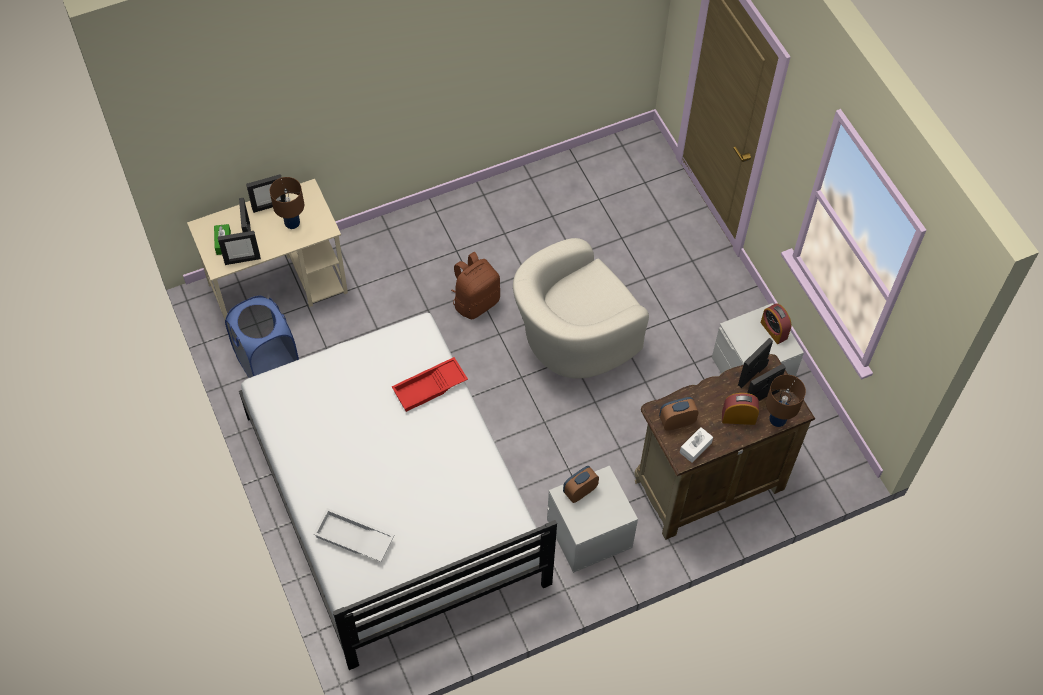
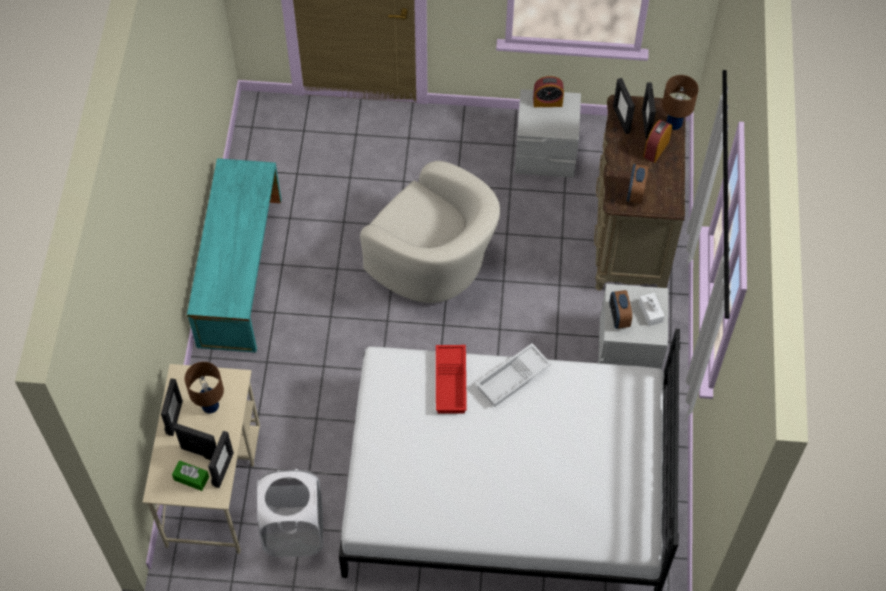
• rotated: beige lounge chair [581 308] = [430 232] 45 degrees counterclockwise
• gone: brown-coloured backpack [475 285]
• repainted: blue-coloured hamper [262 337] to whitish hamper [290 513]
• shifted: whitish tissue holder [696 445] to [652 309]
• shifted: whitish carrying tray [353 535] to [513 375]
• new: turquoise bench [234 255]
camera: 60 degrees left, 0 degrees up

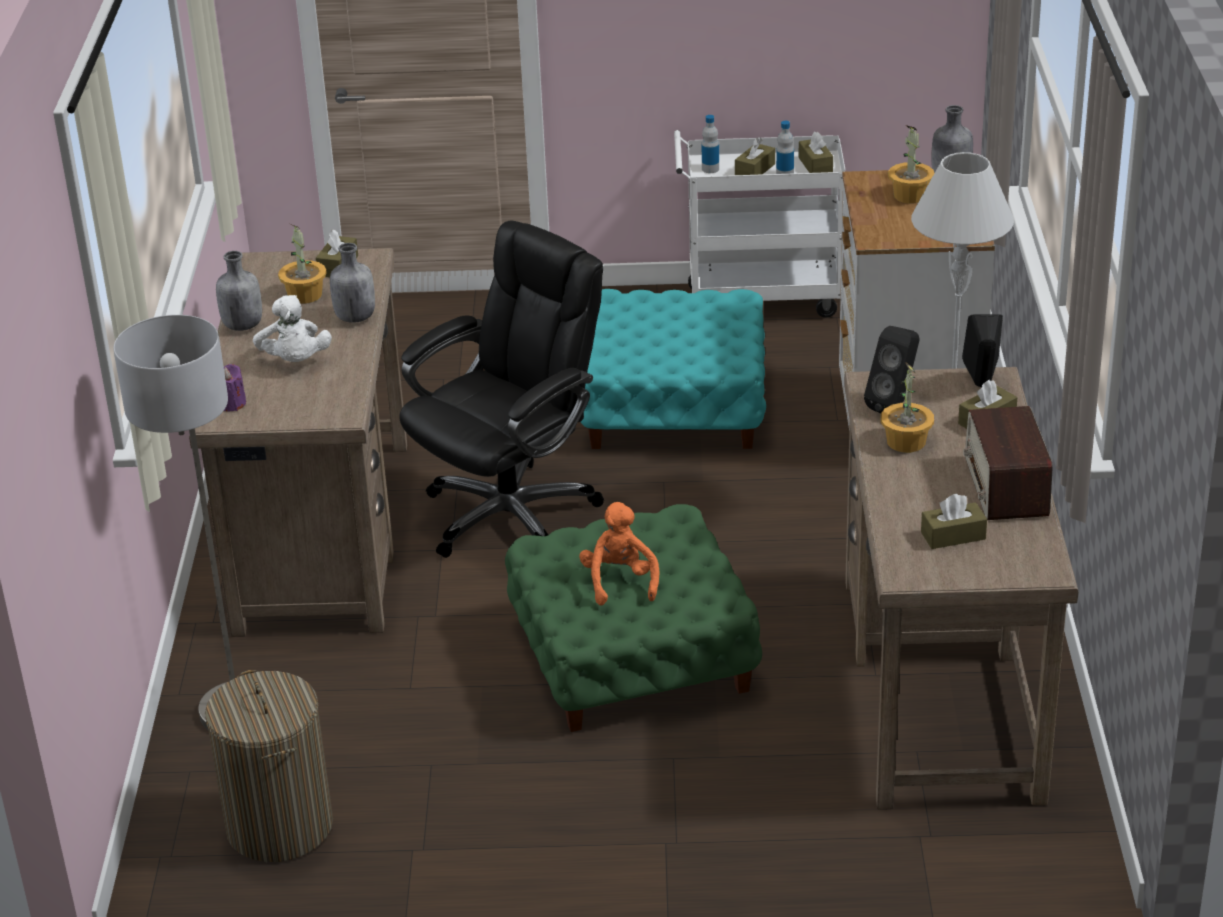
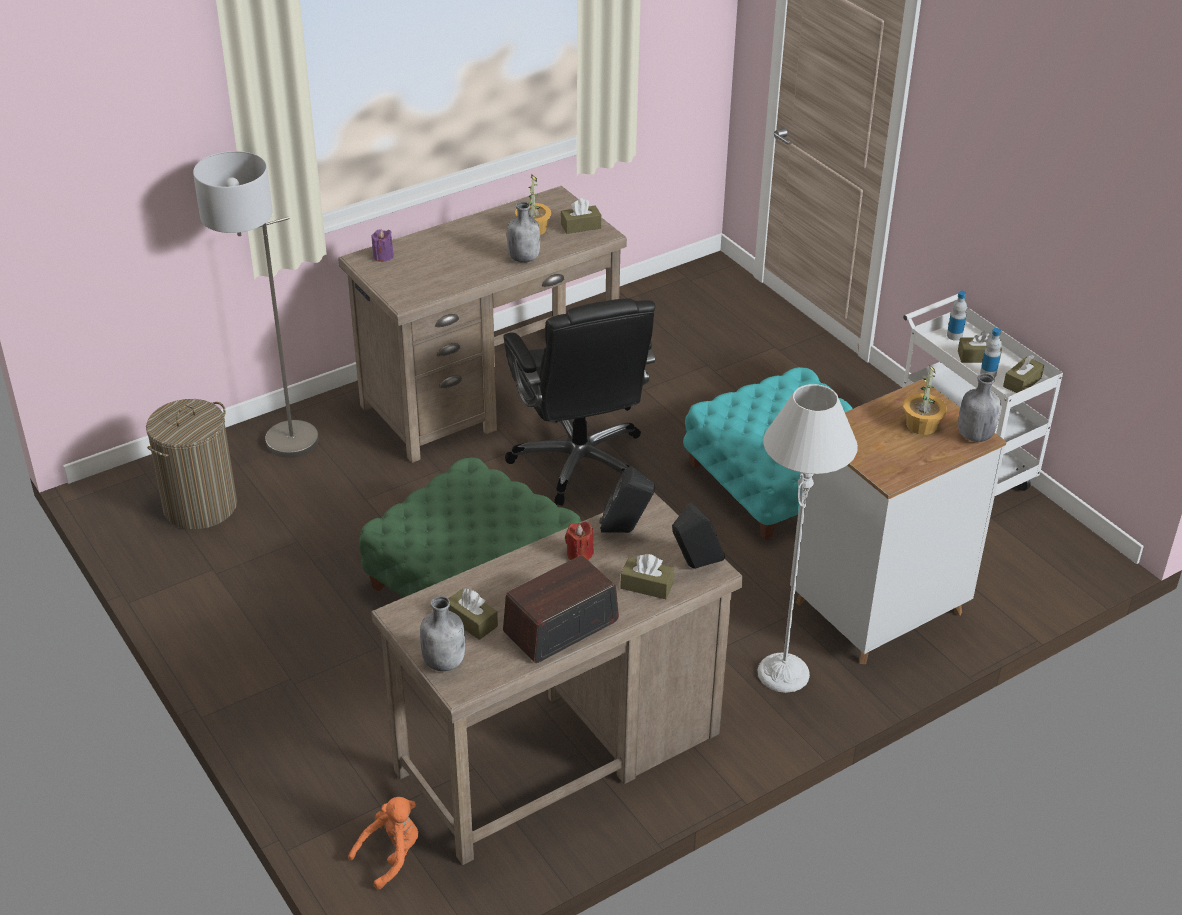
• rotated: black desk chair [501 389] = [579 402] 60 degrees clockwise
• shifted: grey bottle [239 291] to [442 633]
• gone: whitish plush toy [292 328]
• swapped: plant in a pot [907 408] to red-coloured wax candle [579 541]
• shifted: orangey plush toy [619 553] to [383 843]
camera: 55 degrees right, 5 degrees up

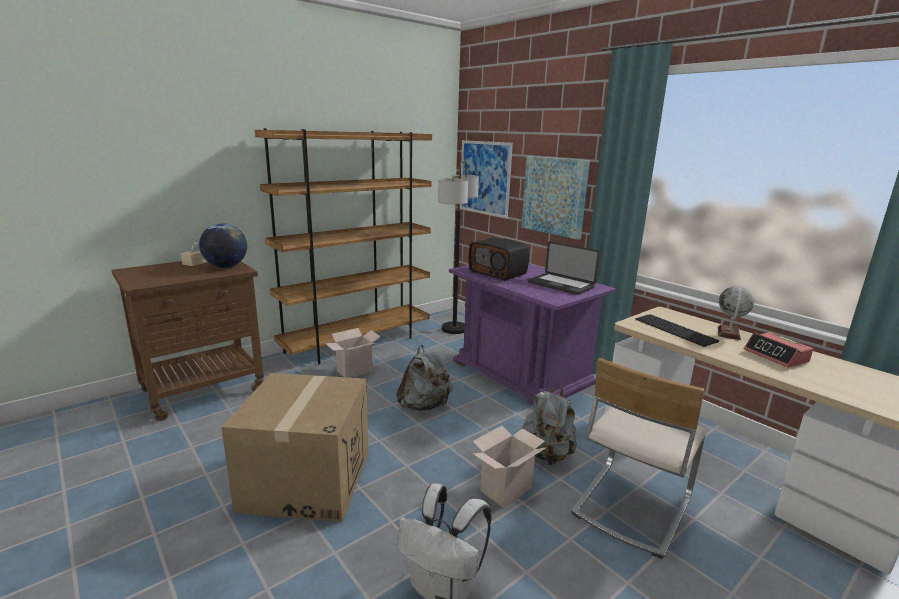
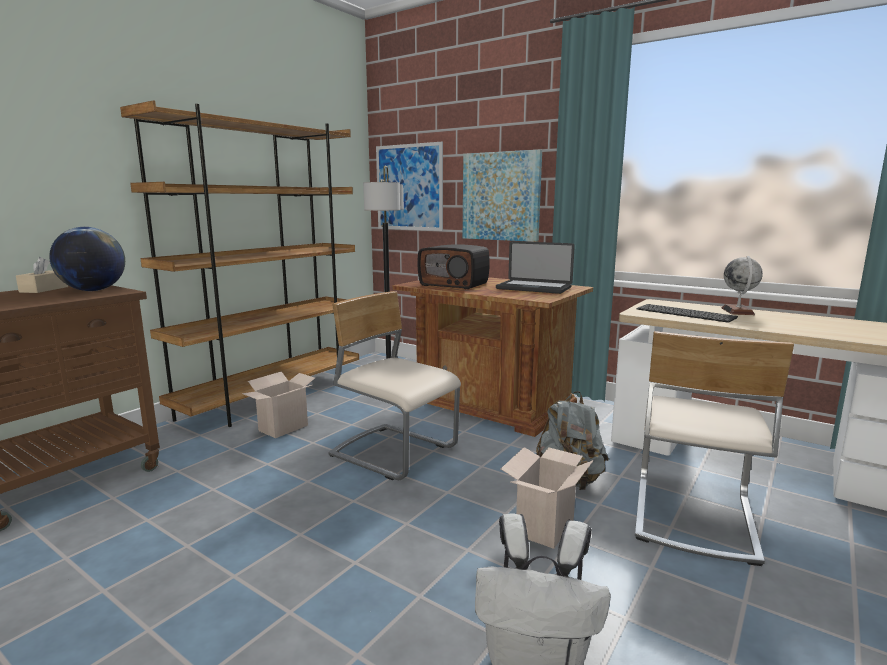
• repainted: purple-coloured storage cabinet [532 335] to brown-coloured storage cabinet [493 357]
• gone: bedside clock [778 349]
• swapped: grey backpack [424 378] to beige upright chair [394 385]
• gone: cardboard box [294 447]
camera: 15 degrees left, 5 degrees down

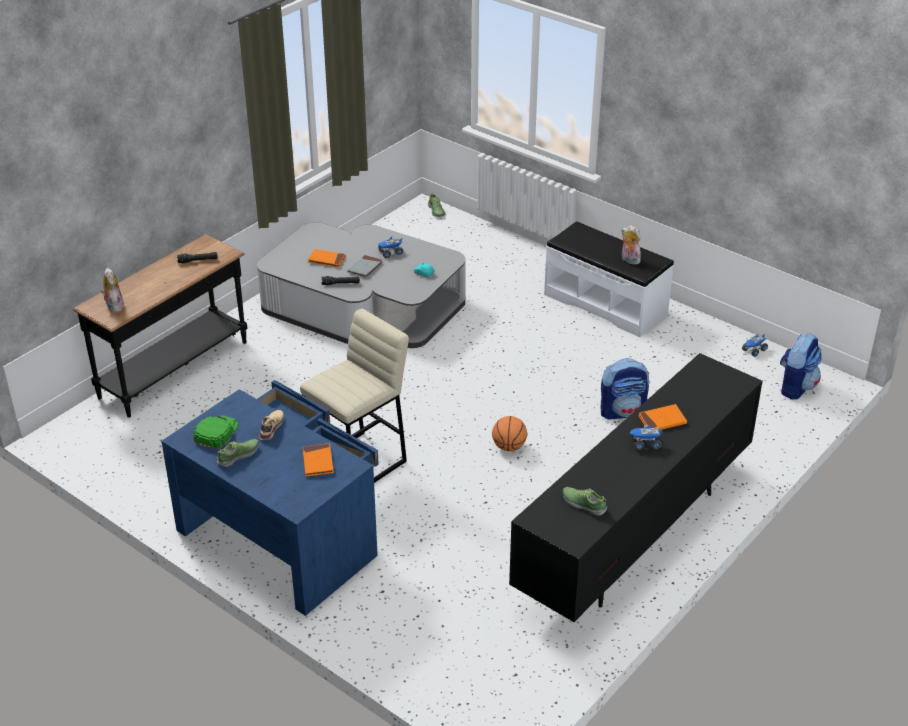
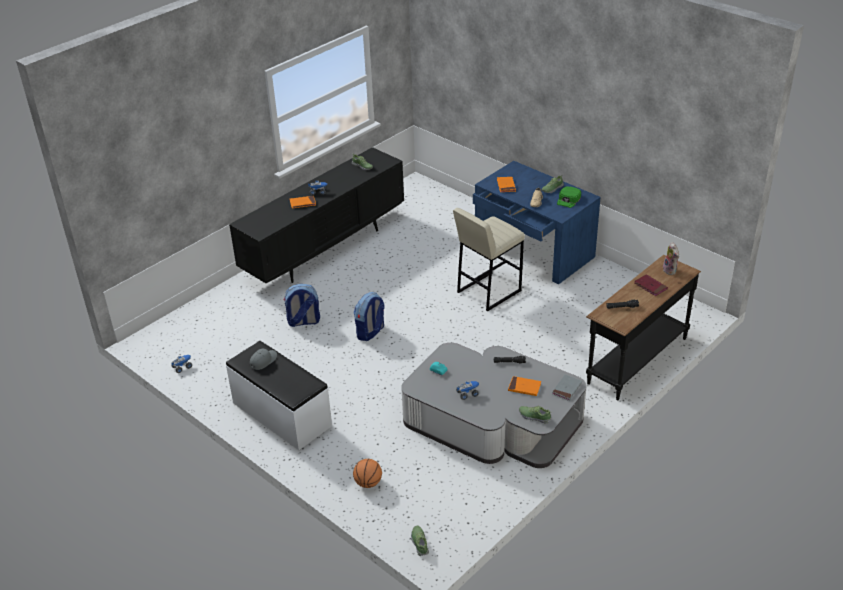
• swapped: plush toy [631 245] to grey peaked cap [263 359]
• shifted: grey bound book [365 266] to [567 387]
• shifted: backpack [801 367] to [369 316]
• shifted: basketball ball [509 433] to [367 473]
• new: red-coloured bound book [651 285]
• new: item of footwear [535 415]
camera: 175 degrees left, 0 degrees up

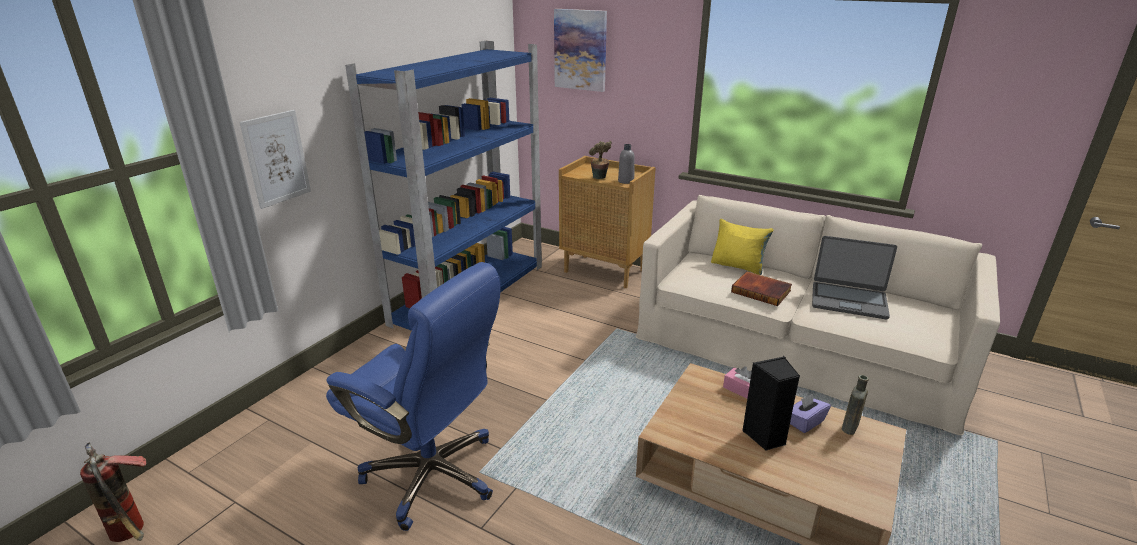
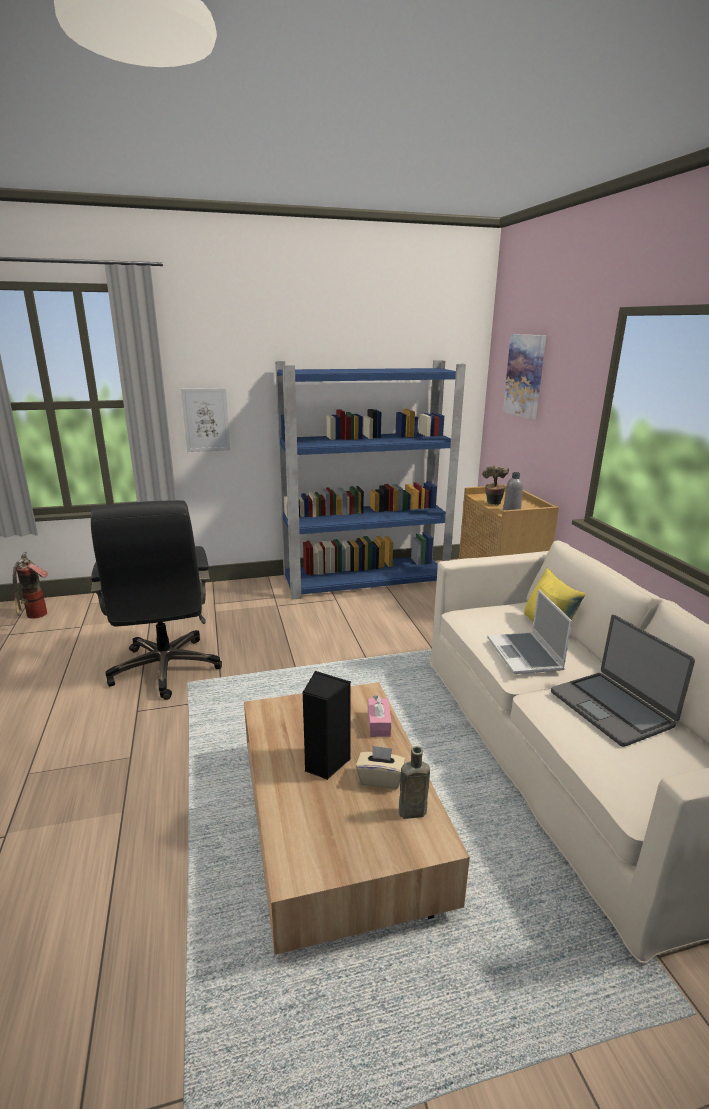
• repainted: blue-coloured desk chair [413 396] to black desk chair [156 600]
• swapped: bound book [761 288] to notebook computer [530 631]
• repainted: purple-coloured tissue holder [810 413] to beige tissue holder [380 767]
camera: 45 degrees right, 5 degrees down

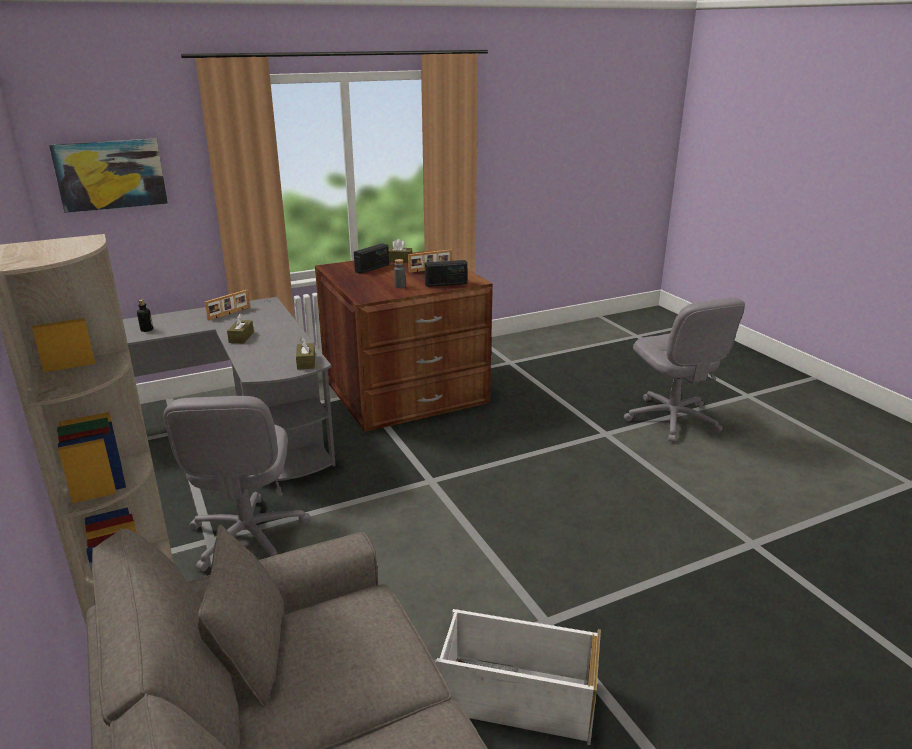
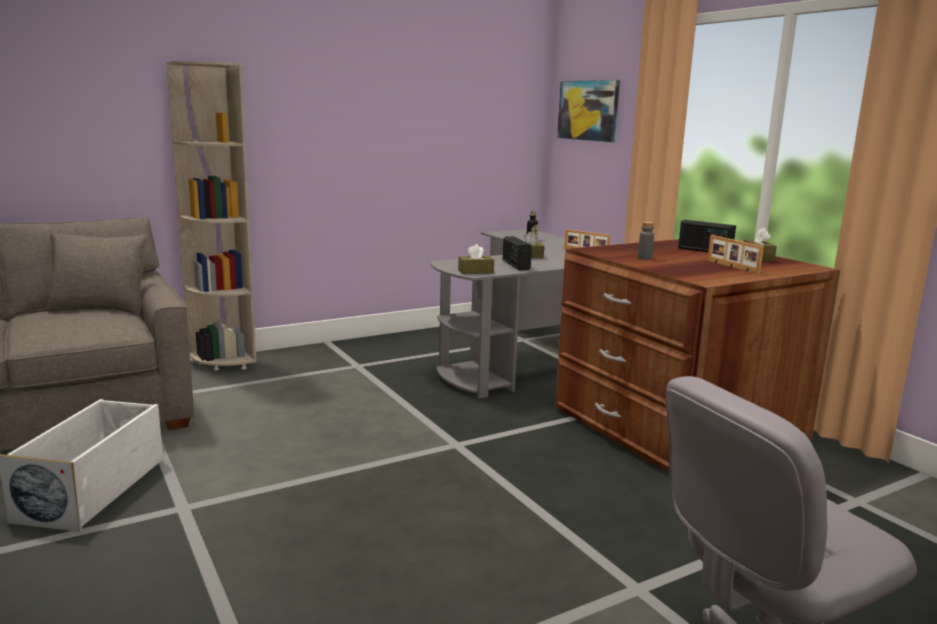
• shifted: radio receiver [446 273] to [517 253]
• gone: grey desk chair [237 484]
camera: 85 degrees right, 10 degrees down

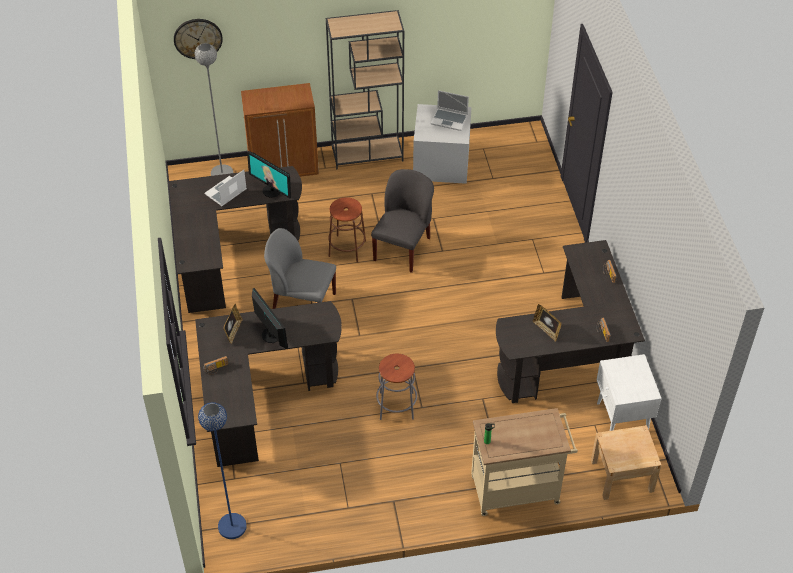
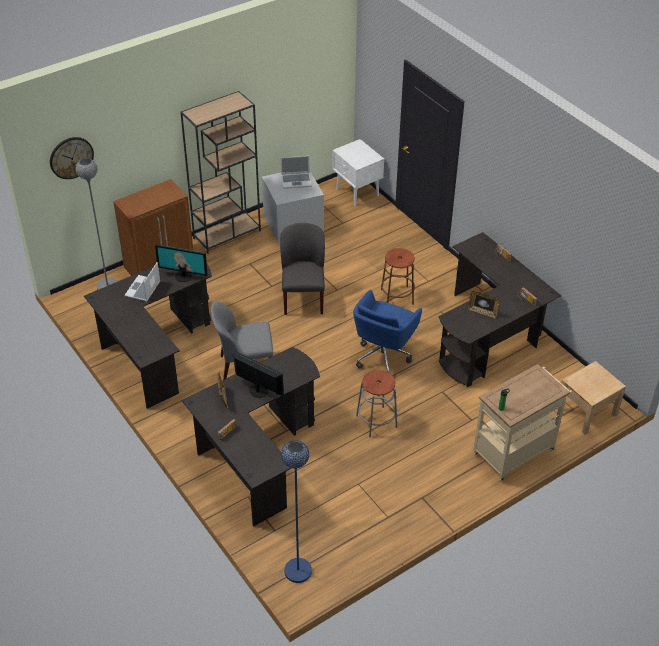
• shifted: brown-coloured stool seat [347 230] to [398 276]
• shifted: whitish bedside table [629 392] to [358 172]
• new: blue-coloured desk chair [387 331]
camera: 25 degrees left, 5 degrees down

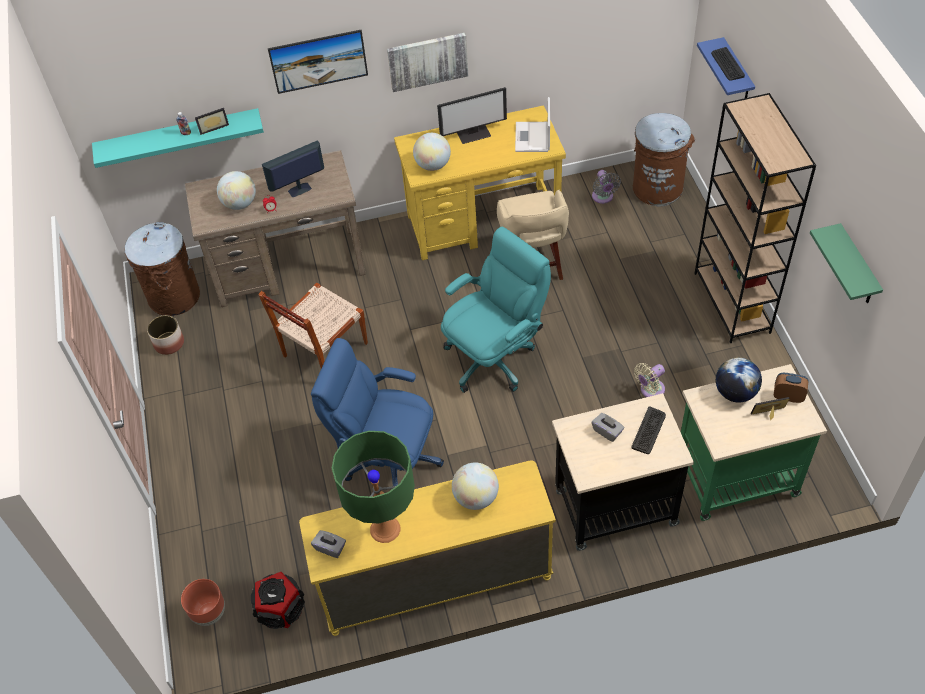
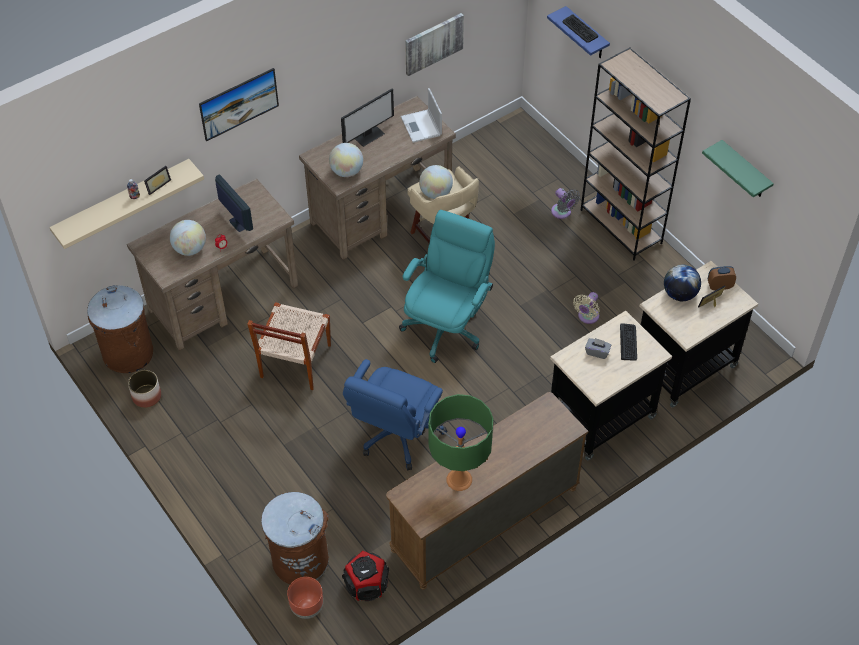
• shifted: picture [427 62] to [434 44]
• repainted: yellow-coloured desk [480 182] to brown-coloured desk [377 178]
• repainted: turquoise shelf [178 138] to beige shelf [126 204]
• shifted: brown-coloured trash can [664 159] to [295 538]
• rotated: computer display [293 168] = [234 203] 105 degrees clockwise
• shifted: grey cooling fan [606 187] to [565 203]
• rotated: blue-coloured desk chair [377 412] = [395 414] 60 degrees counterclockwise
• repainted: green-coloured cart [754 442] to black cart [698 334]
• repainted: yellow-coloured drawer chest [427 548] to brown-coloured drawer chest [487 491]
• shifted: world globe [475 486] to [436 182]
• gone: grey tissue holder [328 544]
camera: 25 degrees left, 0 degrees up

